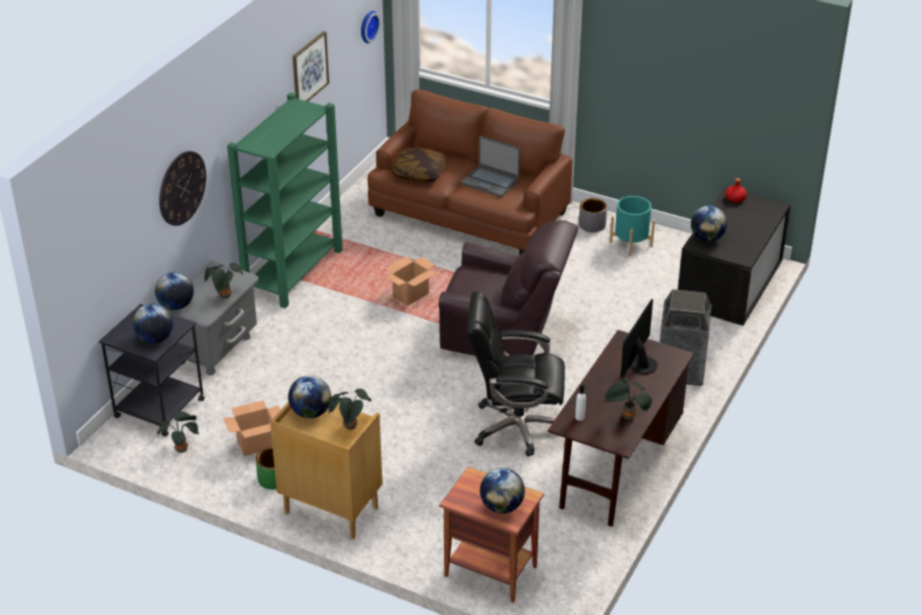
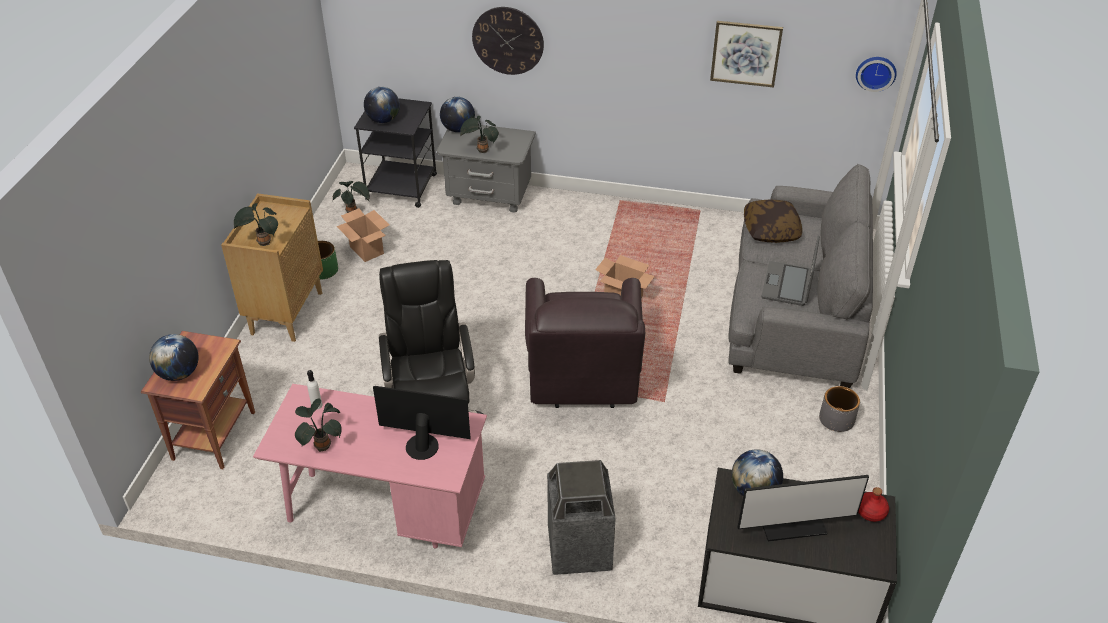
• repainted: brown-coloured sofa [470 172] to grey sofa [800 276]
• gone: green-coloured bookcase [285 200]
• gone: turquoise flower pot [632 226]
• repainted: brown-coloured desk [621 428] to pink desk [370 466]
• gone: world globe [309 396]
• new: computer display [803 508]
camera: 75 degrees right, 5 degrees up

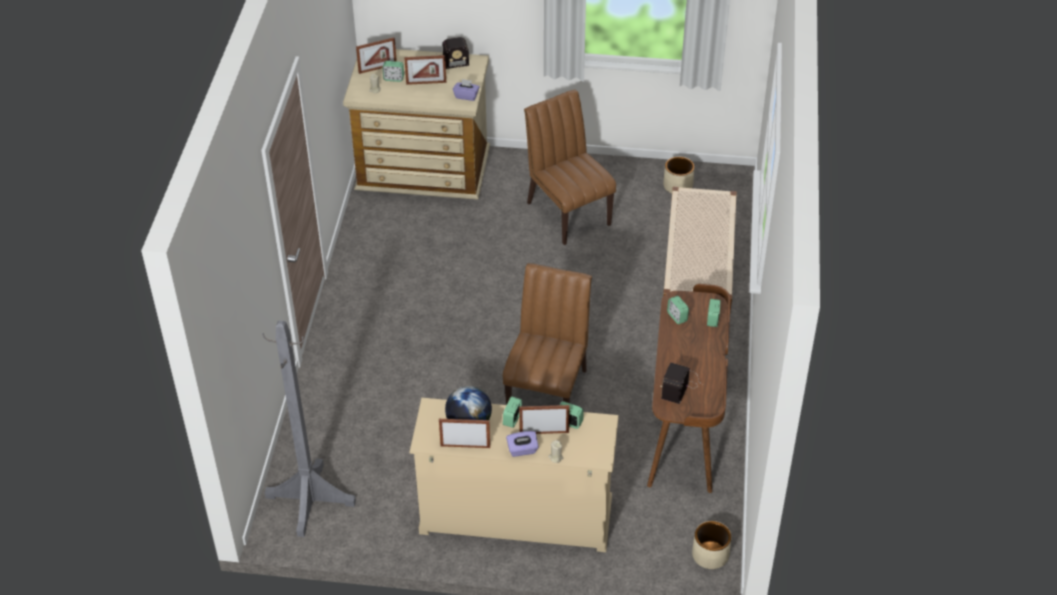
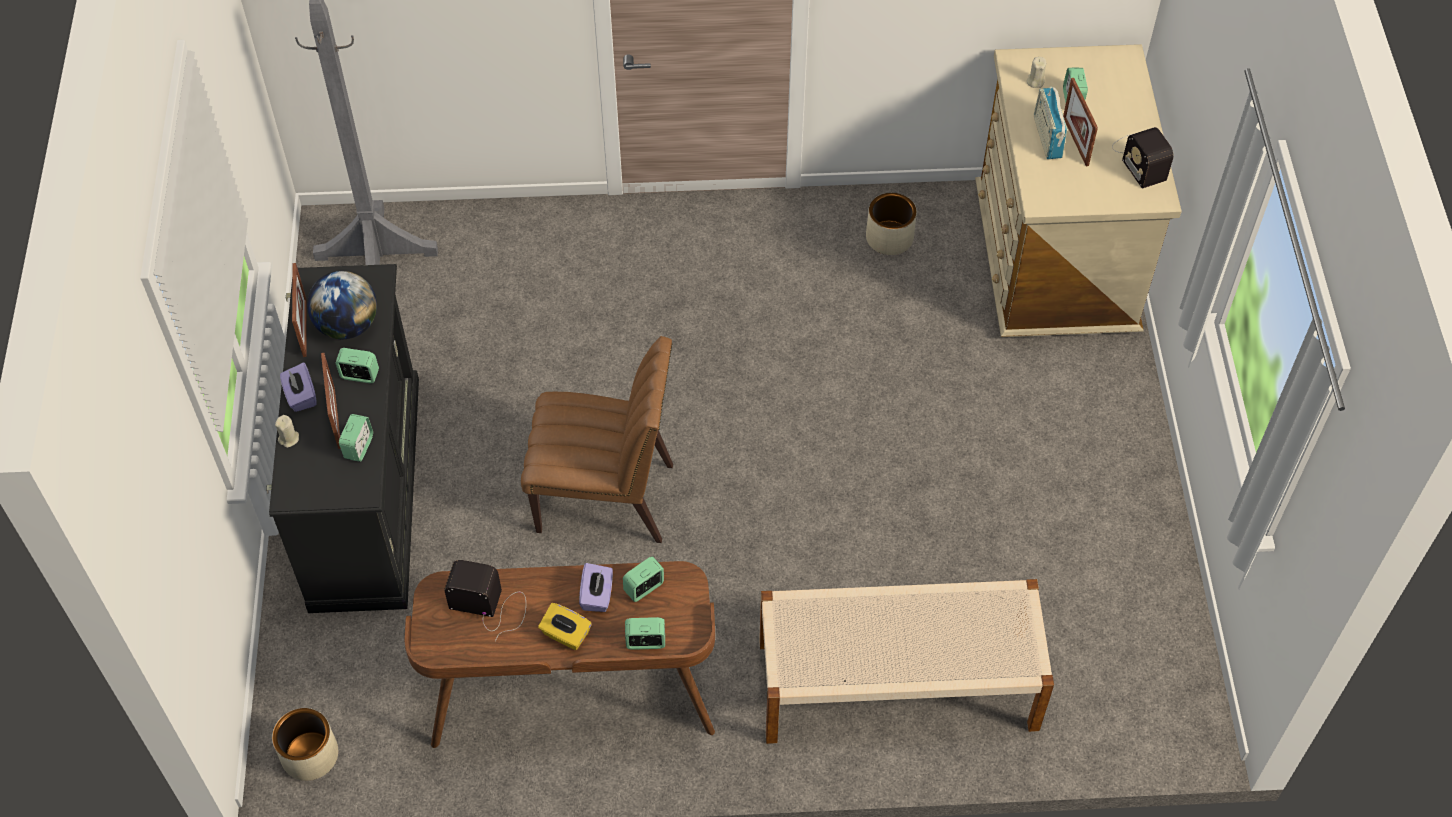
• gone: picture frame [376 55]
• shifted: purple-coloured tissue holder [466 90] to [596 587]
• gone: brown-coloured upright chair [570 167]
• shifted: beige flower pot [679 175] to [891 224]
• repainted: beige storage cabinet [514 475] to black storage cabinet [342 438]
• new: radio receiver [1050 122]
• new: yellow-coloured tissue holder [565 626]
camera: 80 degrees right, 10 degrees up

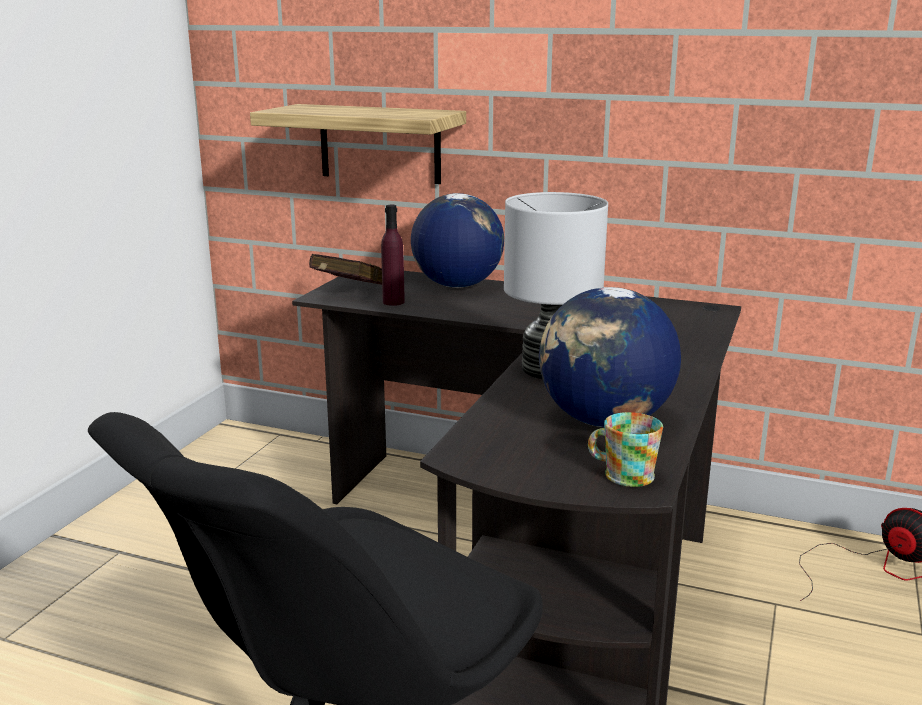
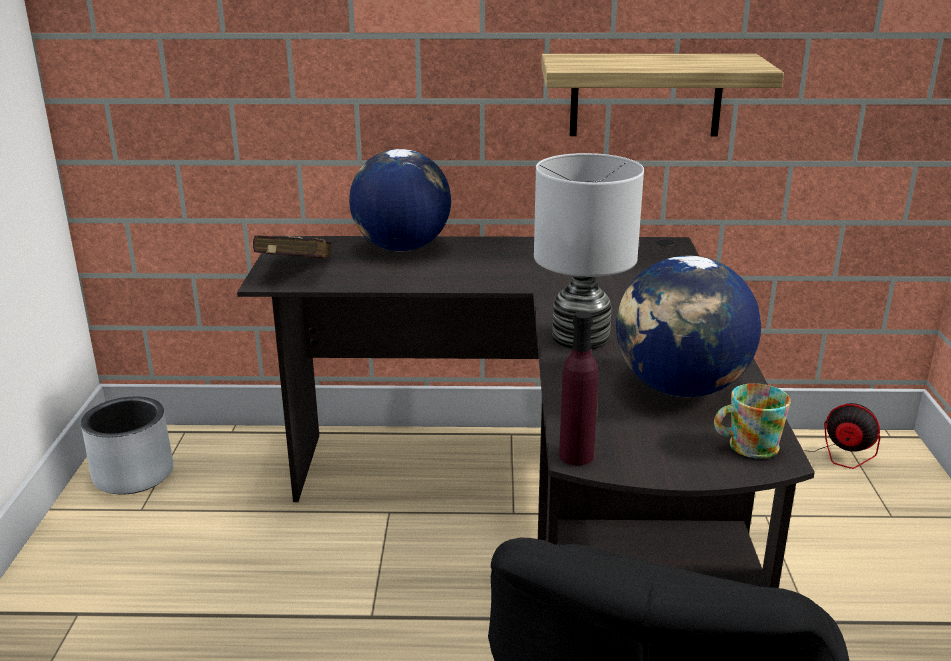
• shifted: shelf [358 144] to [662 95]
• shifted: purple-coloured bottle [393 255] to [578 388]
• new: grey flower pot [127 446]
camera: 20 degrees left, 5 degrees up

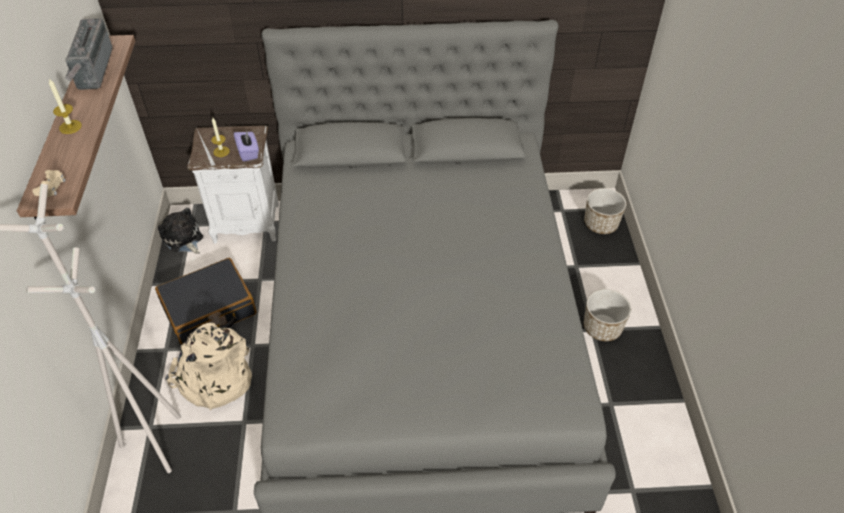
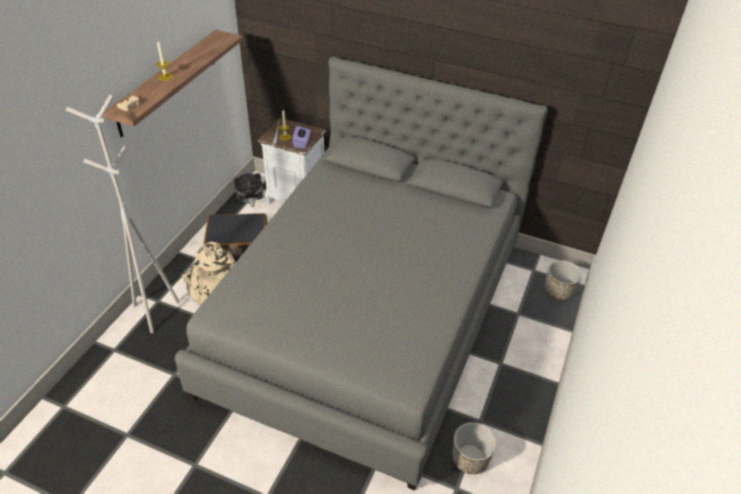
• gone: radio receiver [89 54]
• shifted: flower pot [607 315] to [474 448]
camera: 25 degrees right, 5 degrees down

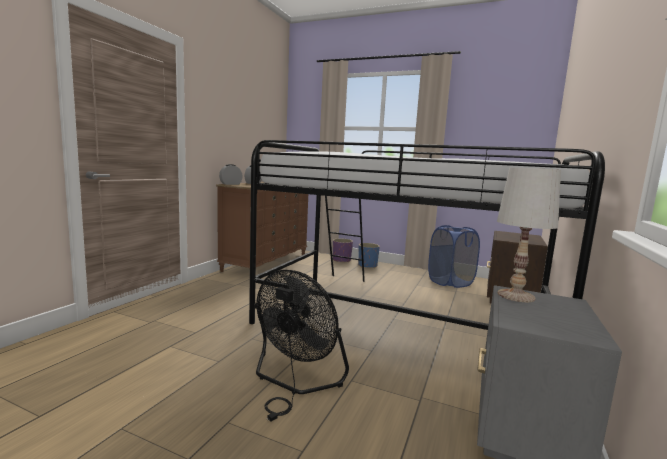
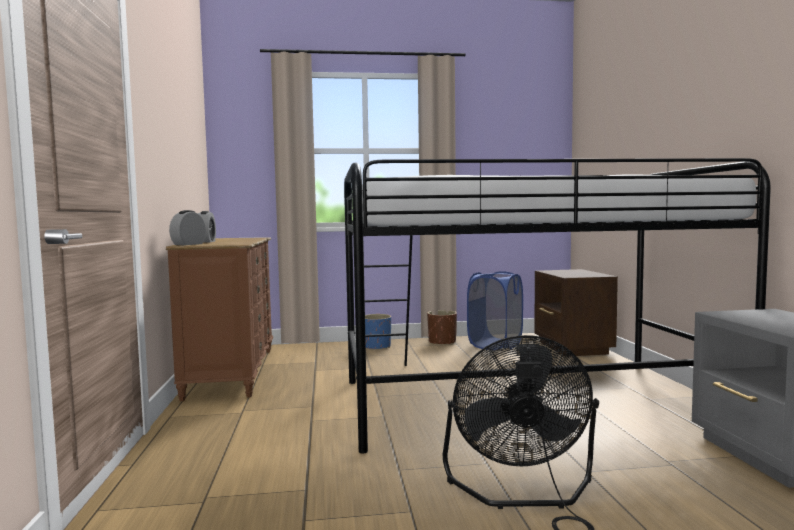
• gone: whitish tabletop lamp [529 234]
• gone: purple-coloured flower pot [343 250]
• new: brown-coloured flower pot [442 327]
camera: 30 degrees left, 5 degrees down

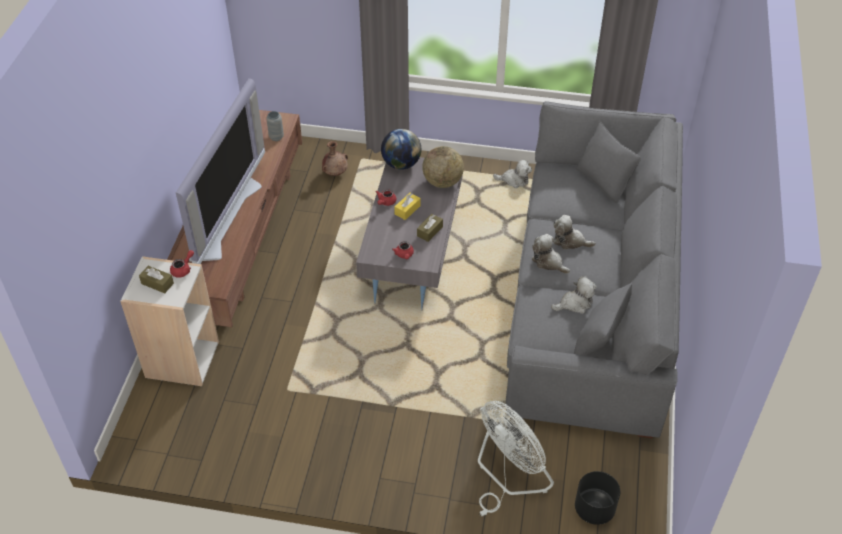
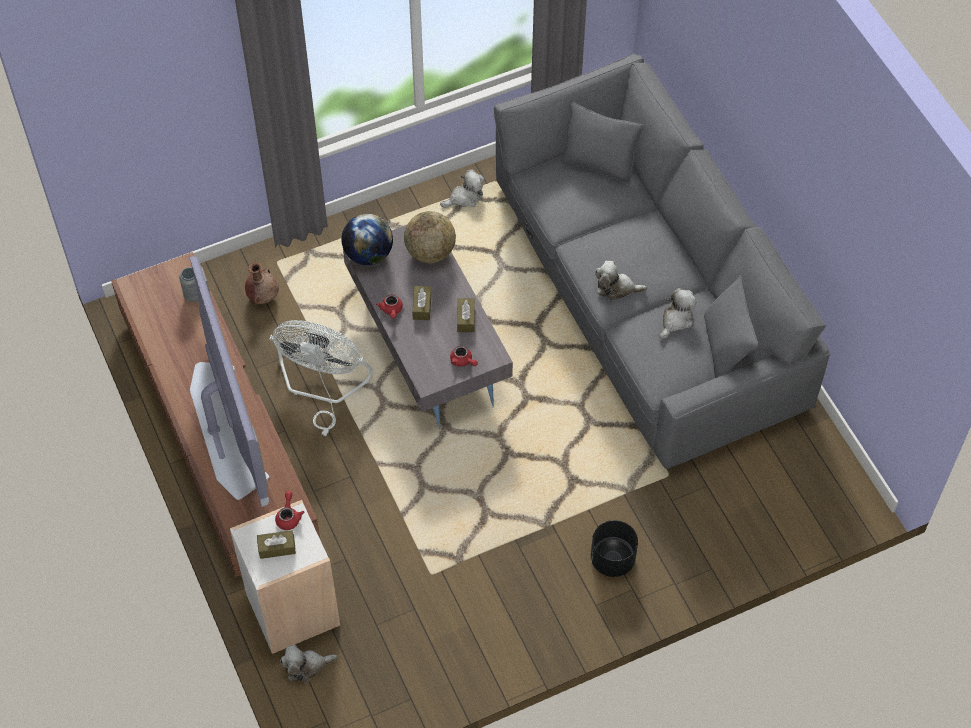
• repainted: yellow-coloured tissue holder [407 206] to brown-coloured tissue holder [421 303]
• shifted: plush toy [574 232] to [309 663]
• shifted: whitish cooling fan [516 458] to [321 378]
• shifted: black flower pot [597 498] to [614 548]
camera: 35 degrees left, 10 degrees up

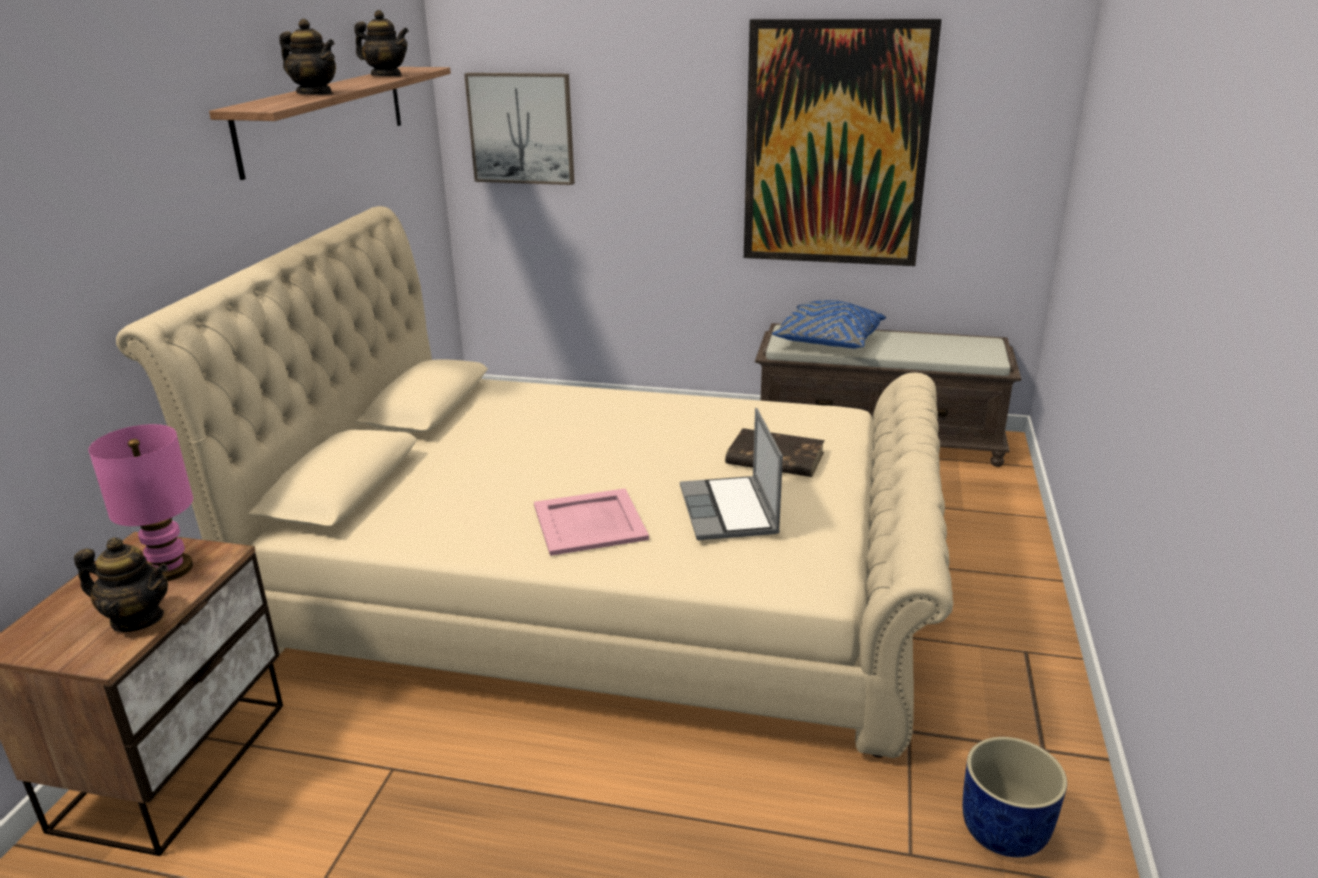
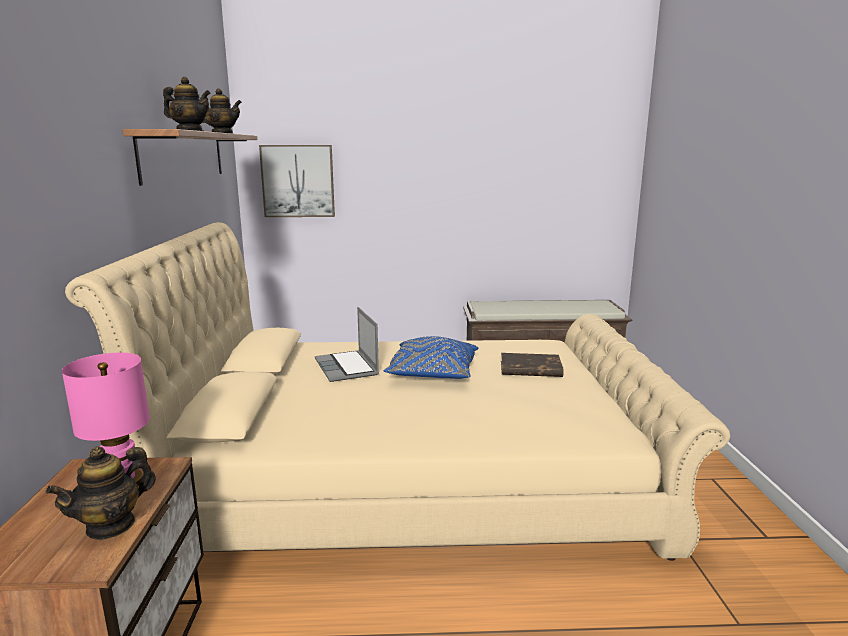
• gone: picture [843 142]
• shifted: blue-coloured pillow [829 324] to [431 357]
• shifted: notebook computer [731 474] to [347 344]
• gone: pink carrying tray [591 522]
• rotated: tea pot [121 584] = [101 493] 135 degrees clockwise
• gone: blue-coloured flower pot [1015 797]
camera: 15 degrees left, 10 degrees down

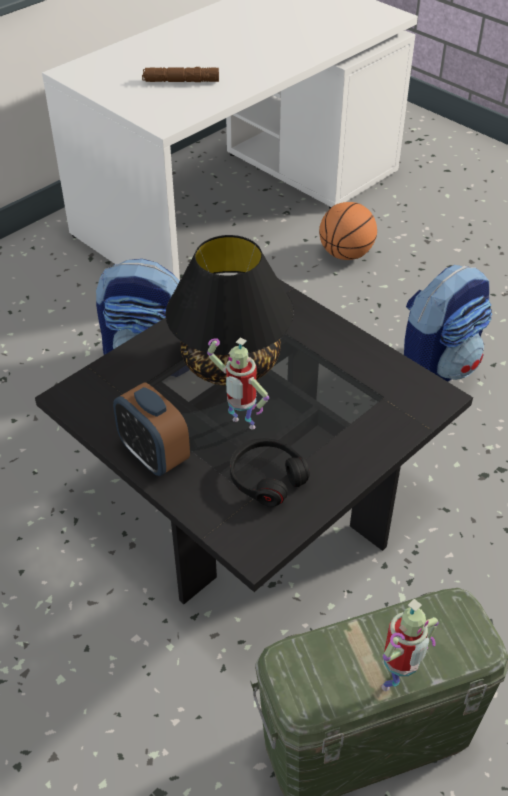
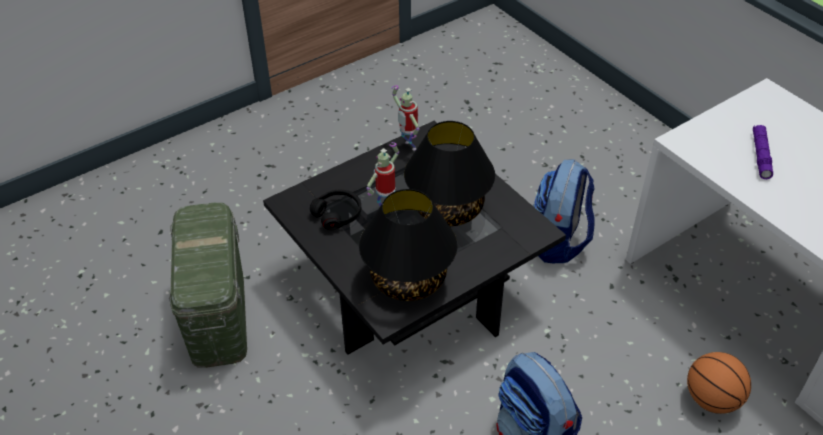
• repainted: brown-coloured torch [180 74] to purple-coloured torch [763 152]
• gone: bedside clock [151 429]
• shifted: toy robot [409 645] to [406 118]
• new: black tabletop lamp [408 245]
camera: 100 degrees right, 0 degrees up

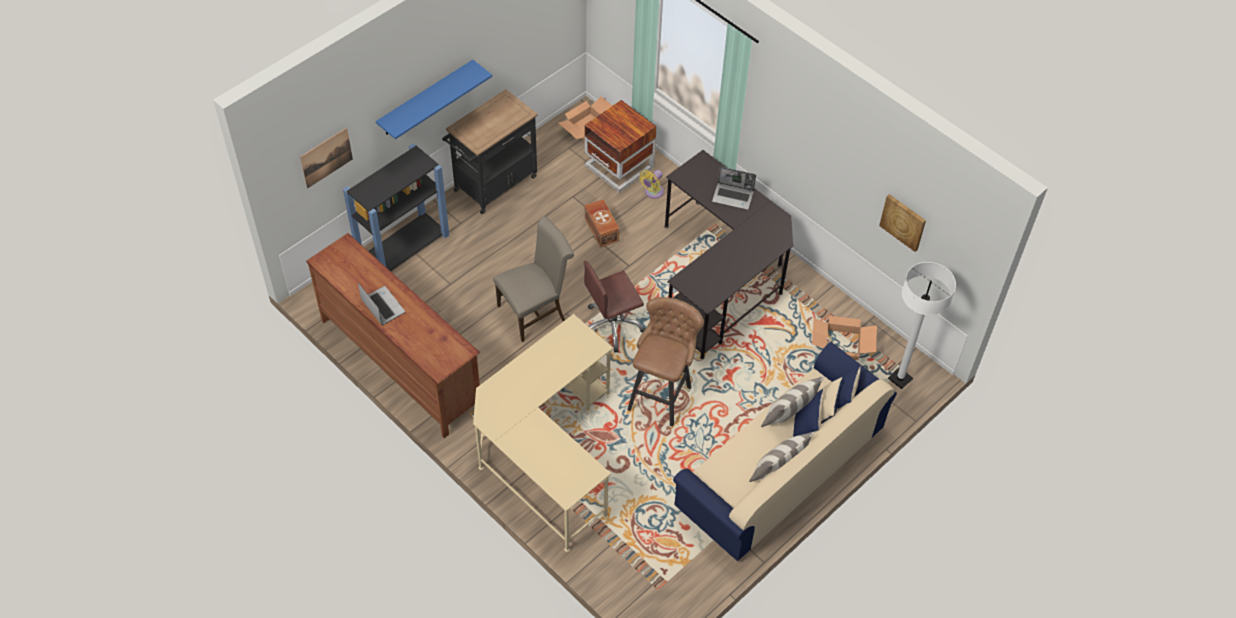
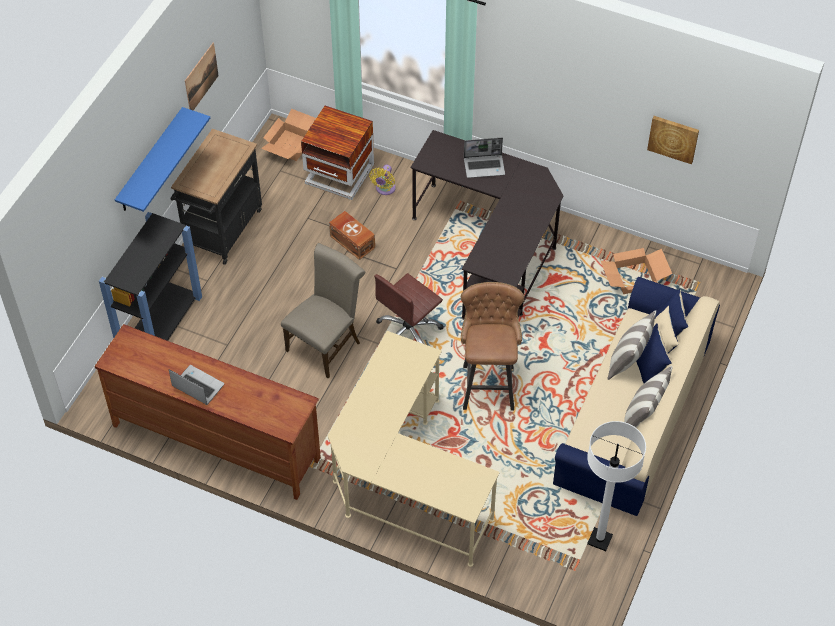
• shifted: picture [326 158] to [202 76]
• shifted: whitish floor lamp [922 325] to [616 486]
camera: 20 degrees left, 0 degrees up

